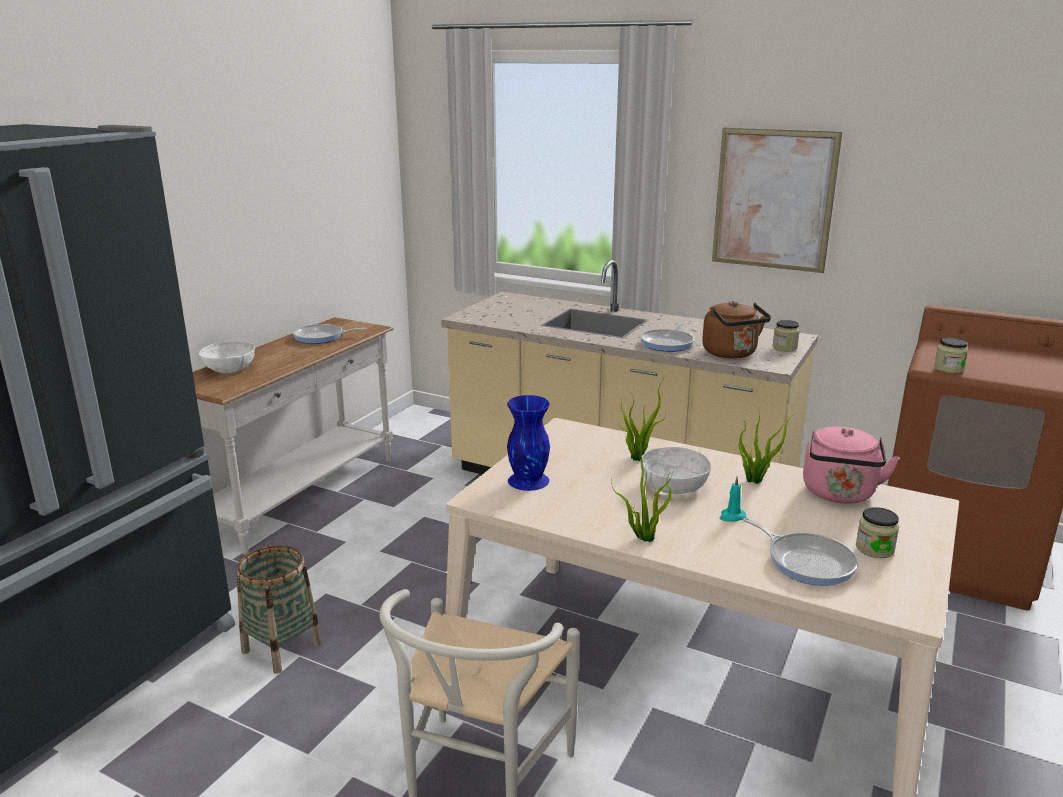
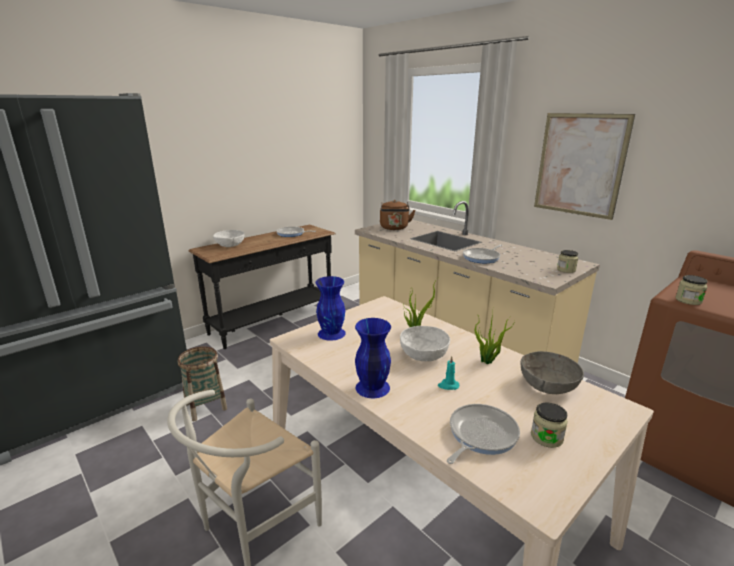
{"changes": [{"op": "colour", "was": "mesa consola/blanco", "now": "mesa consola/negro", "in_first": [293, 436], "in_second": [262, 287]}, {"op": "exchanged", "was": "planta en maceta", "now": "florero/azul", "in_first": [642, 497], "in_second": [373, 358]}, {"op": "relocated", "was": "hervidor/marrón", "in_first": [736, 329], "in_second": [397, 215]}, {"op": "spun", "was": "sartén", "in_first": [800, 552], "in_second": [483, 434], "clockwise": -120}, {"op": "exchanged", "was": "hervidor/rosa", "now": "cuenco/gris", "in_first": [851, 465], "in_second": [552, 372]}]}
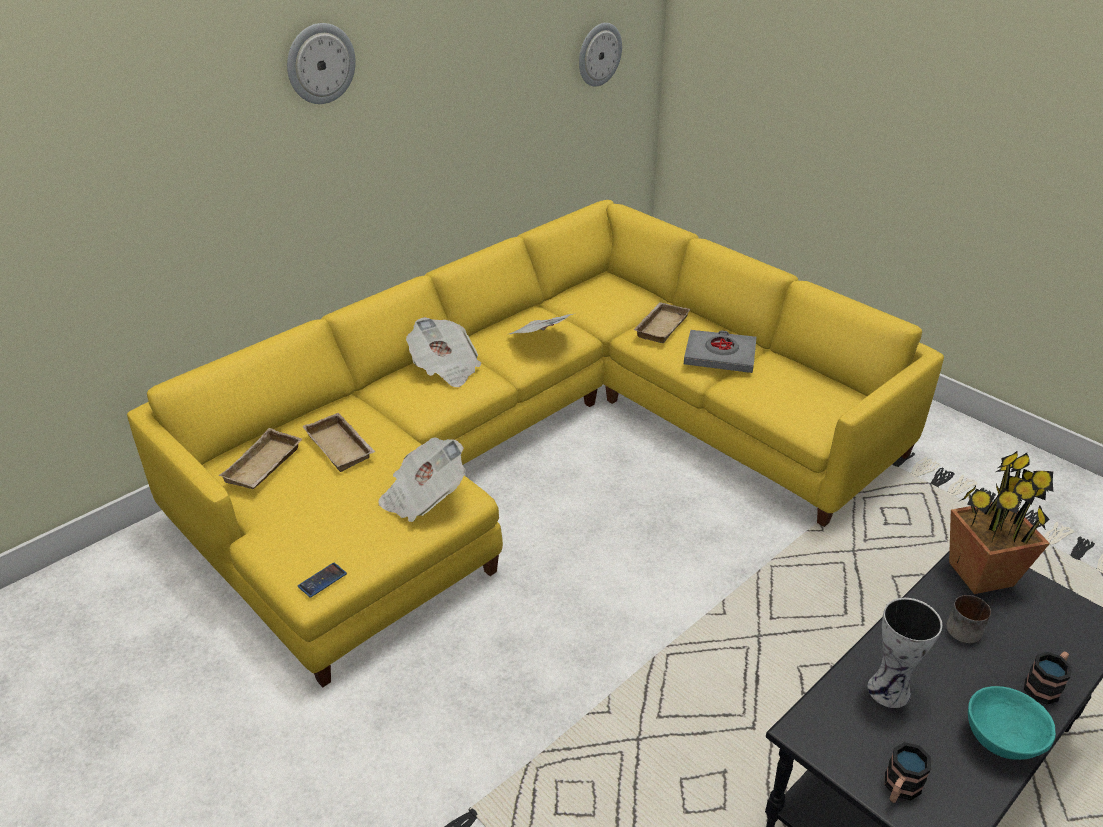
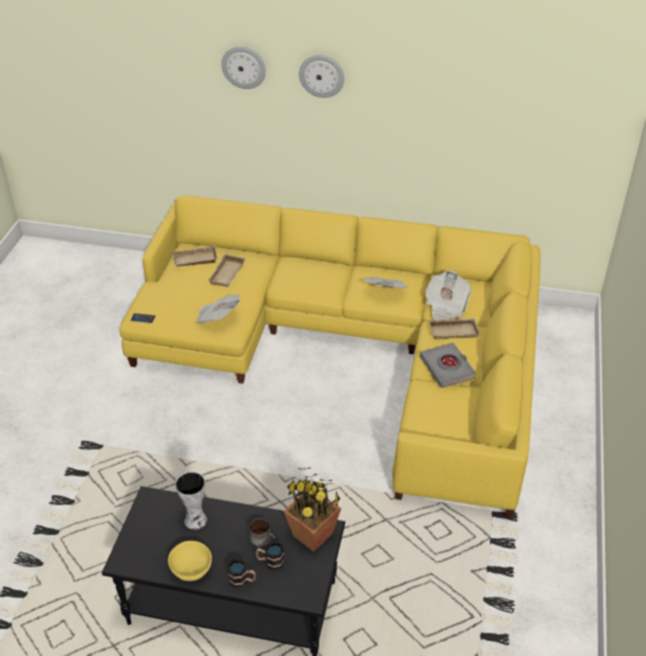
{"changes": [{"op": "colour", "was": "cuenco/turquesa", "now": "cuenco/amarillo", "in_first": [1012, 723], "in_second": [190, 561]}, {"op": "relocated", "was": "reloj de pared", "in_first": [600, 55], "in_second": [243, 68]}, {"op": "relocated", "was": "taza grande", "in_first": [908, 772], "in_second": [270, 555]}, {"op": "relocated", "was": "periódico", "in_first": [443, 352], "in_second": [448, 295]}]}
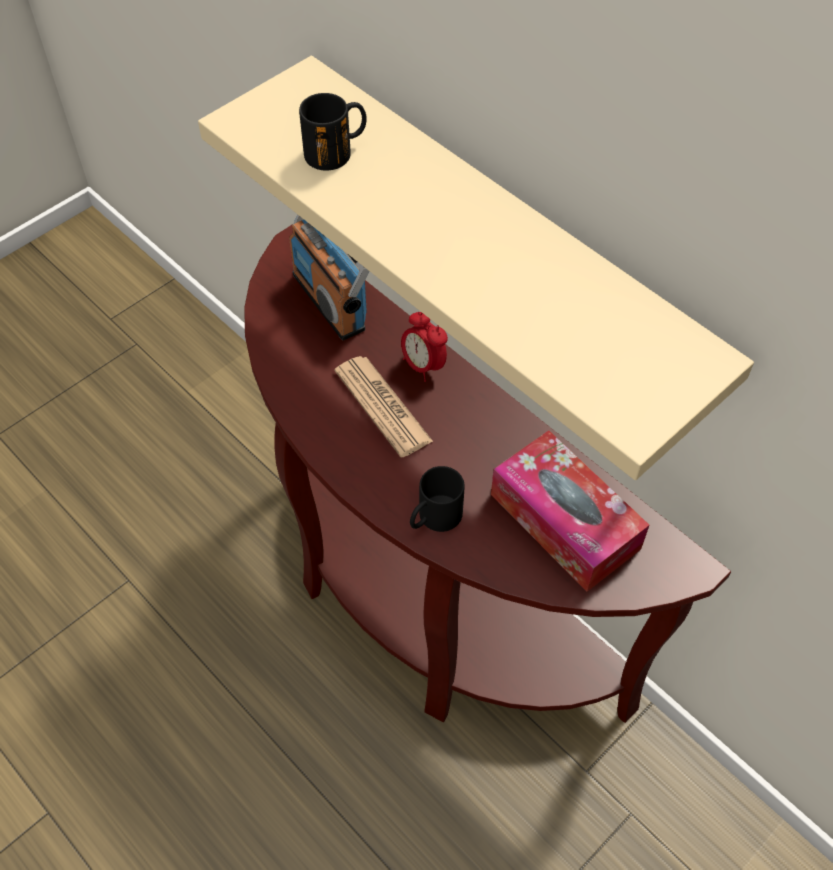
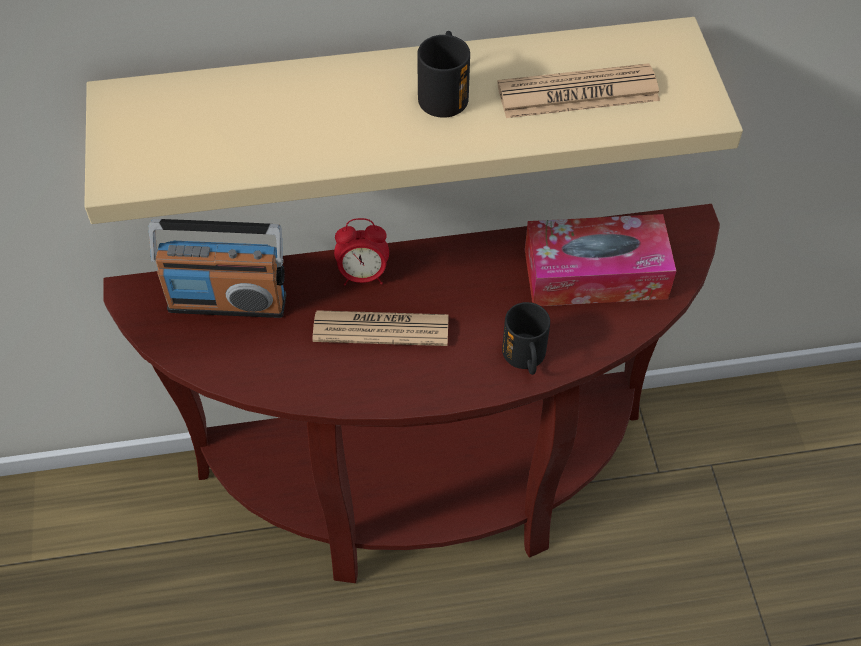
{"changes": [{"op": "relocated", "was": "taza grande/negro", "in_first": [333, 132], "in_second": [443, 74]}, {"op": "appeared", "now": "periódico", "in_second": [578, 90]}]}
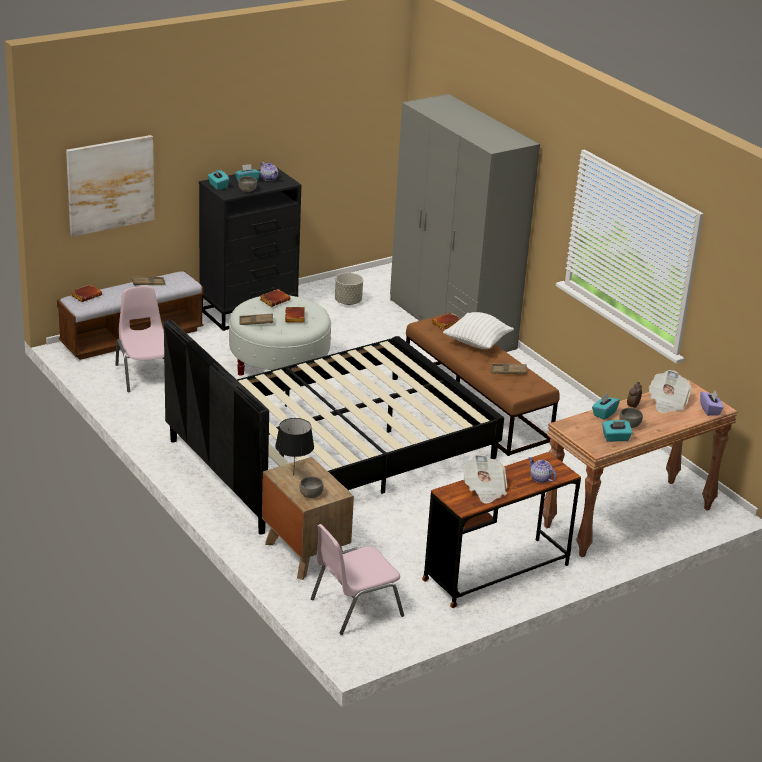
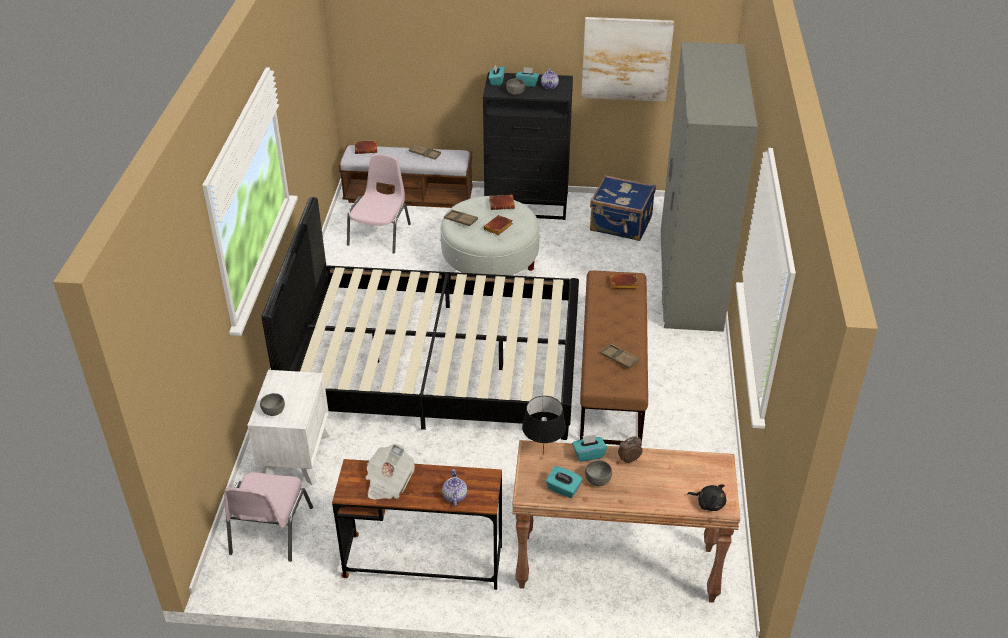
{"changes": [{"op": "spun", "was": "silla/rosa", "in_first": [357, 579], "in_second": [268, 517], "clockwise": -90}, {"op": "colour", "was": "mesita de noche/marrón", "now": "mesita de noche/blanco", "in_first": [308, 518], "in_second": [289, 428]}, {"op": "relocated", "was": "lámpara de mesa/negro", "in_first": [294, 440], "in_second": [544, 424]}, {"op": "relocated", "was": "cuadro", "in_first": [110, 186], "in_second": [627, 59]}, {"op": "exchanged", "was": "maceta/gris", "now": "maleta/azul", "in_first": [349, 289], "in_second": [623, 208]}, {"op": "exchanged", "was": "caja de pañuelos/morado", "now": "peluche/negro", "in_first": [712, 403], "in_second": [706, 498]}, {"op": "missing", "was": "cojín/blanco", "in_first": [478, 330]}, {"op": "missing", "was": "periódico", "in_first": [670, 391]}]}
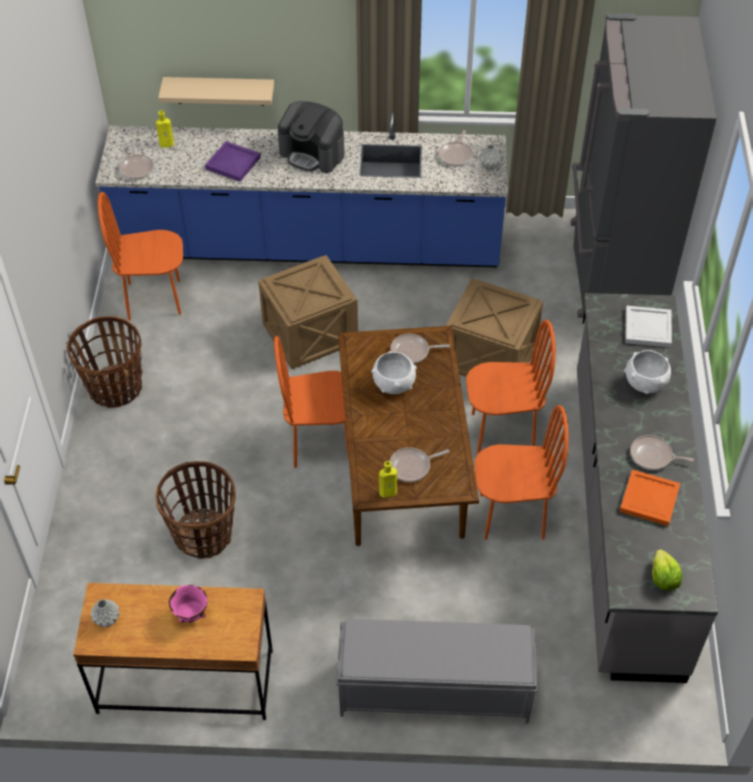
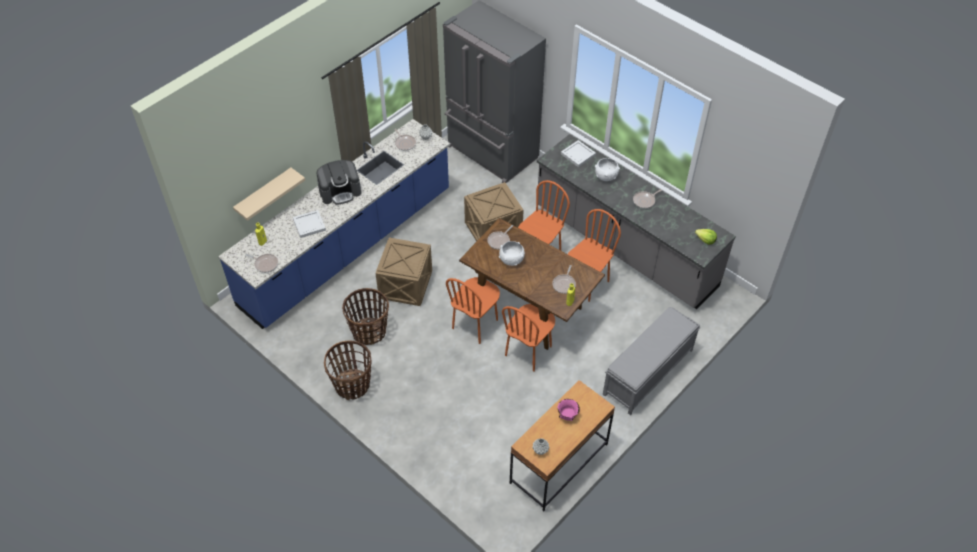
{"changes": [{"op": "colour", "was": "bandeja/morado", "now": "bandeja/blanco", "in_first": [233, 161], "in_second": [309, 224]}, {"op": "relocated", "was": "cesta", "in_first": [196, 510], "in_second": [365, 316]}, {"op": "relocated", "was": "silla/naranja", "in_first": [140, 256], "in_second": [528, 338]}, {"op": "missing", "was": "bandeja/naranja", "in_first": [649, 497]}]}
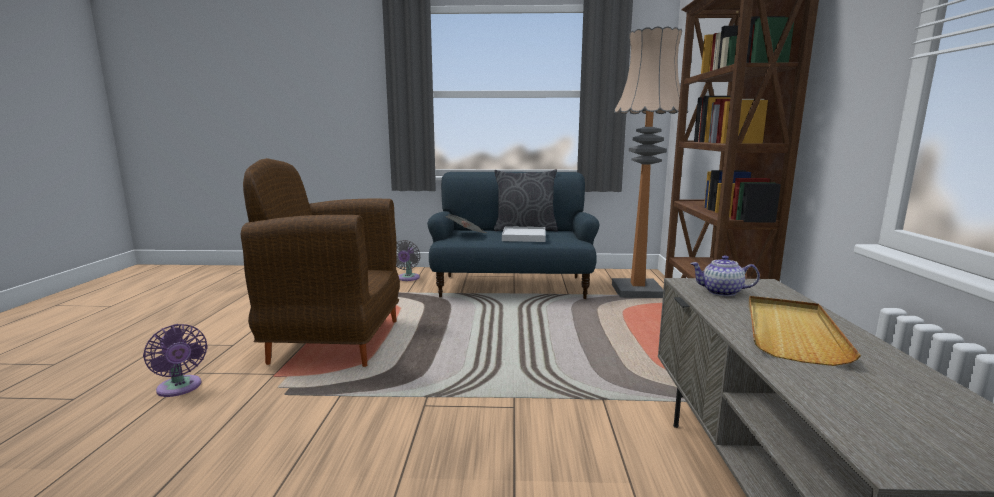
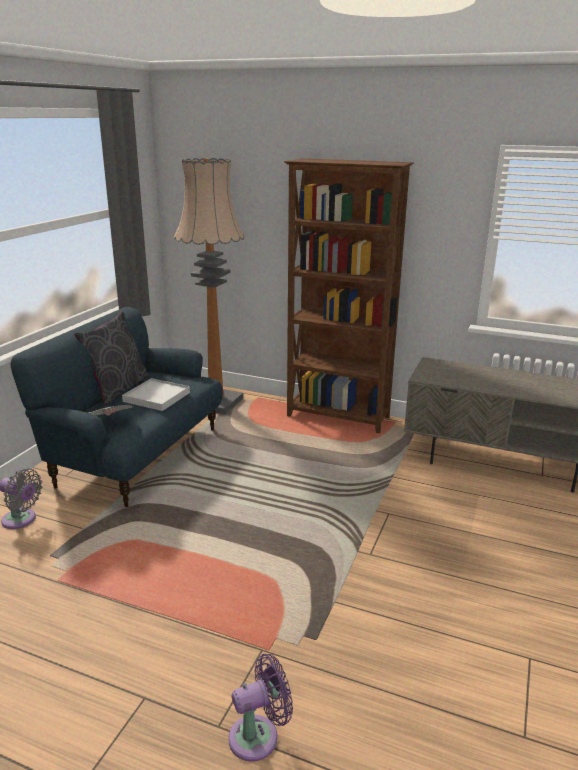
{"changes": [{"op": "missing", "was": "sillón/marrón", "in_first": [320, 262]}, {"op": "missing", "was": "tetera", "in_first": [725, 275]}, {"op": "missing", "was": "bandeja/beis", "in_first": [804, 331]}]}
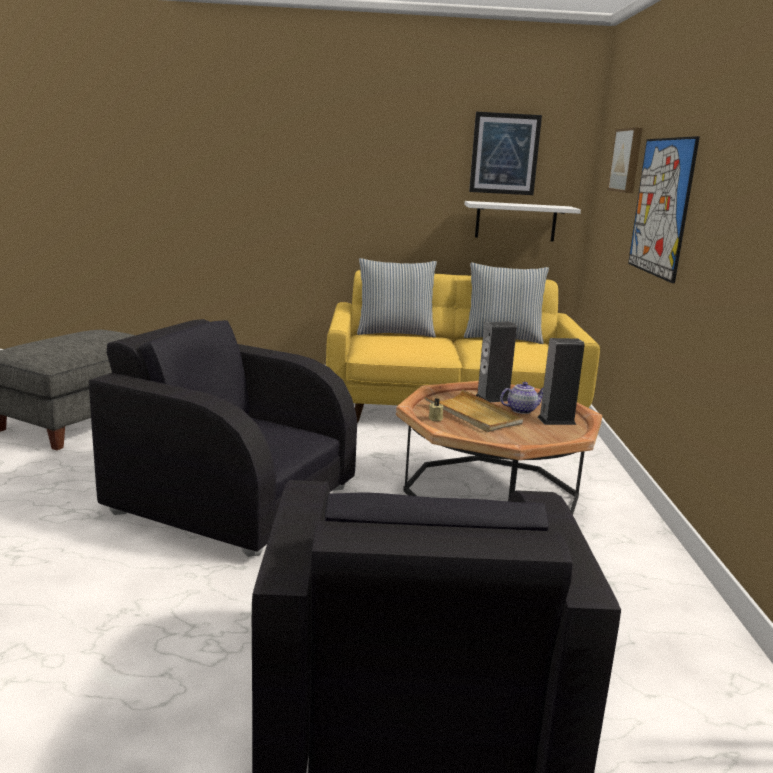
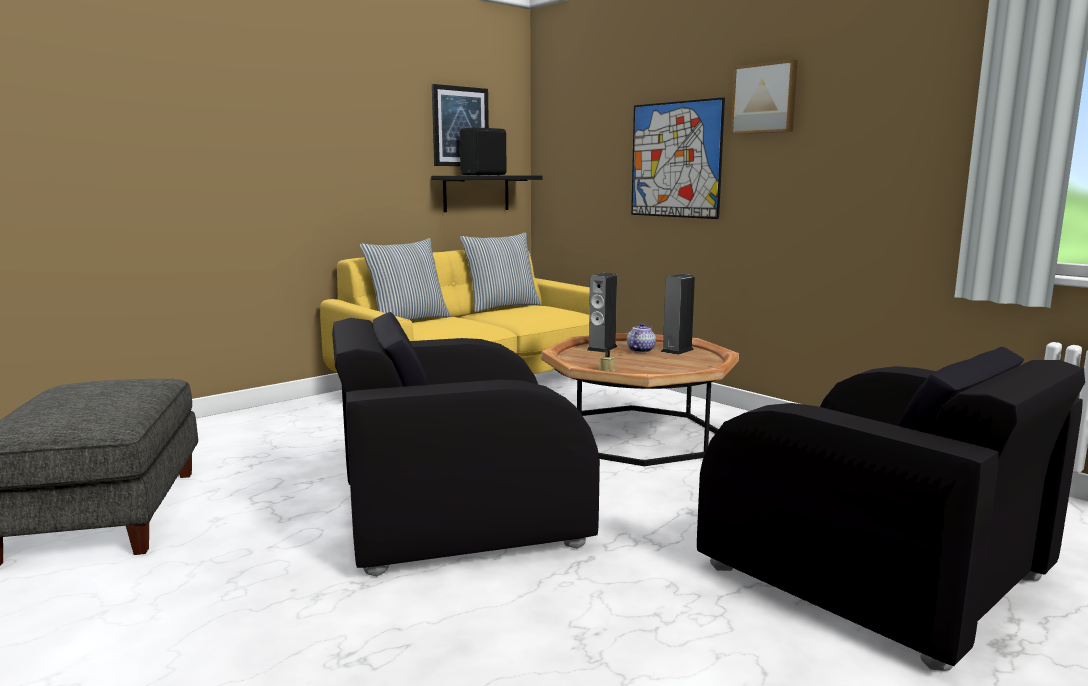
{"changes": [{"op": "colour", "was": "estante/blanco", "now": "estante/negro", "in_first": [522, 221], "in_second": [486, 193]}, {"op": "appeared", "now": "altavoz/negro", "in_second": [483, 151]}, {"op": "relocated", "was": "cuadro", "in_first": [625, 160], "in_second": [764, 96]}, {"op": "missing", "was": "bandeja/beis", "in_first": [473, 410]}]}
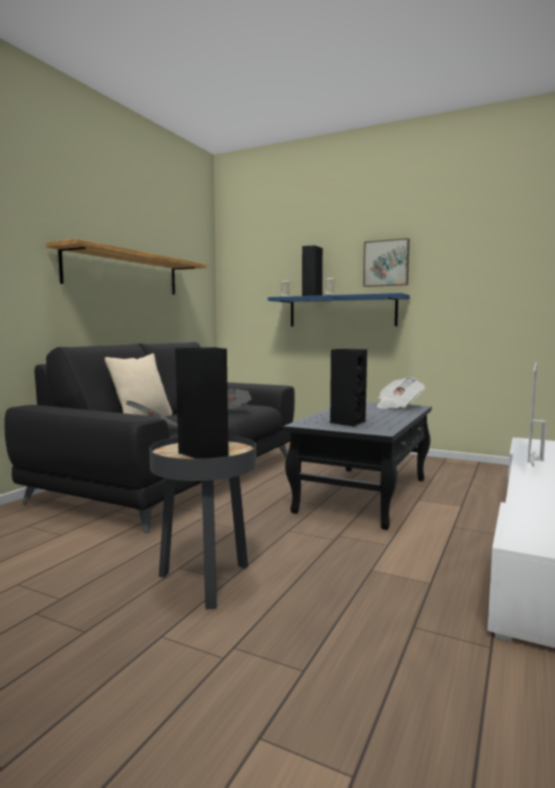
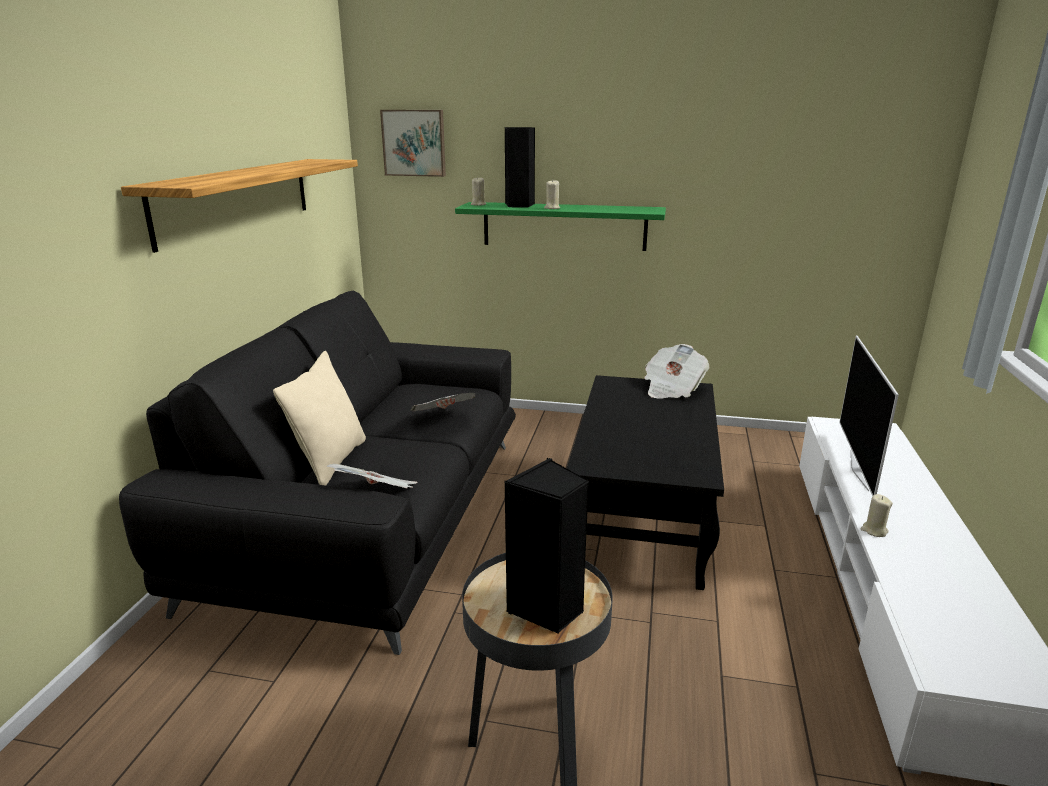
{"changes": [{"op": "relocated", "was": "cuadro", "in_first": [386, 262], "in_second": [413, 143]}, {"op": "colour", "was": "estante/azul", "now": "estante/verde", "in_first": [339, 309], "in_second": [560, 226]}, {"op": "appeared", "now": "vela/beis", "in_second": [877, 515]}, {"op": "missing", "was": "altavoz/negro", "in_first": [348, 388]}]}
